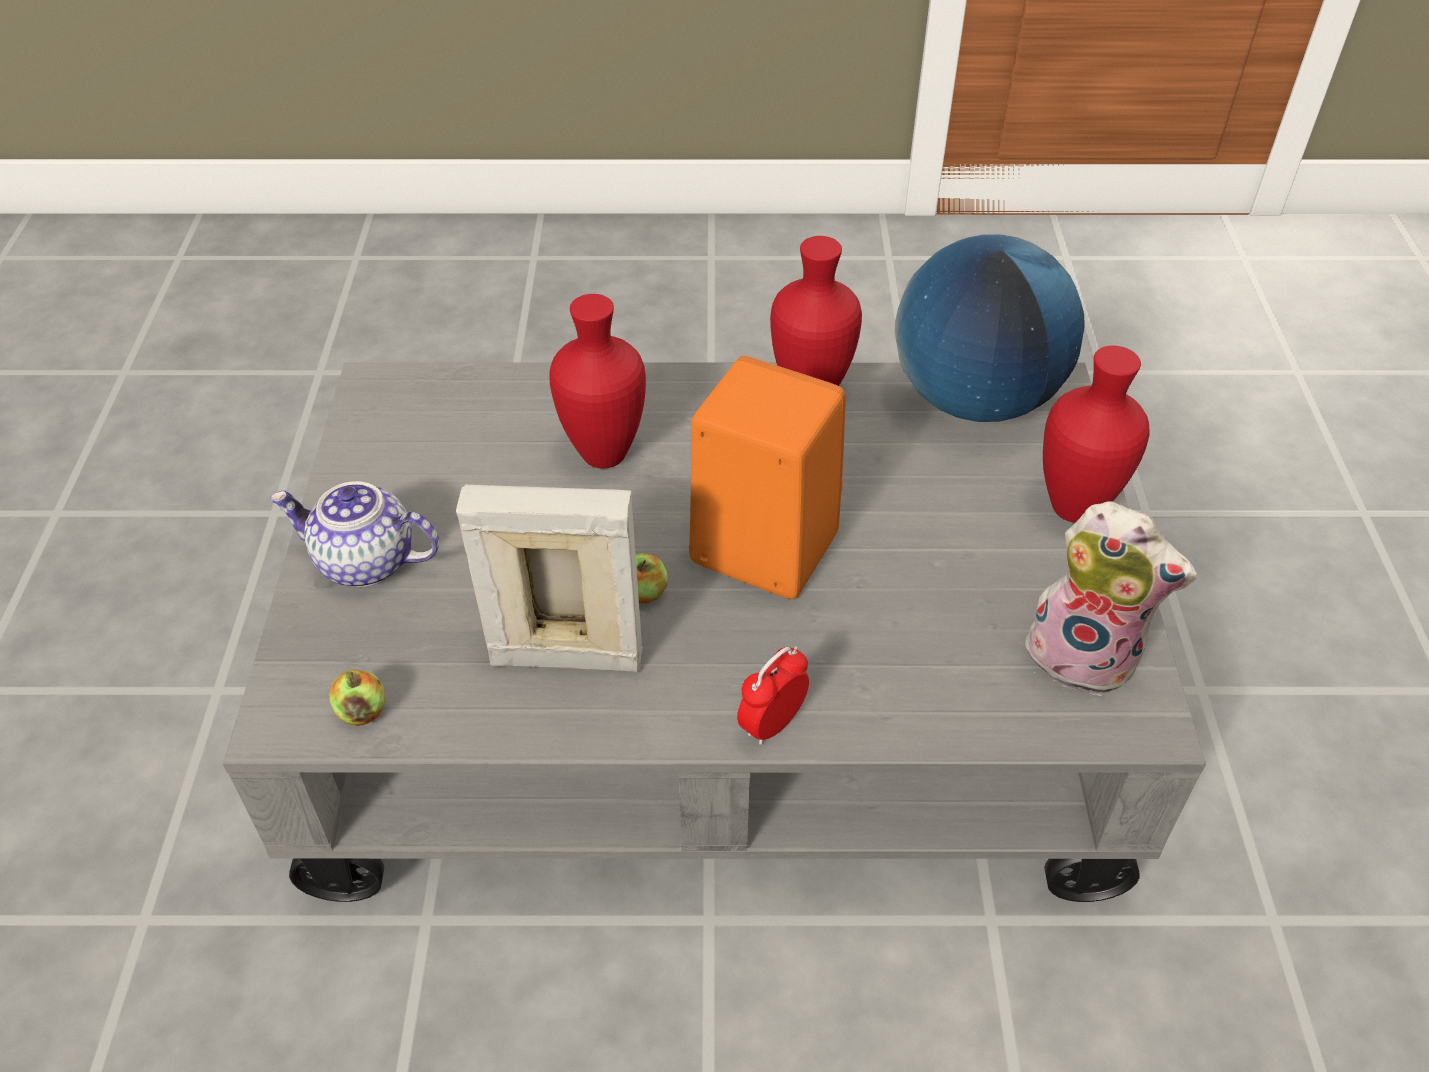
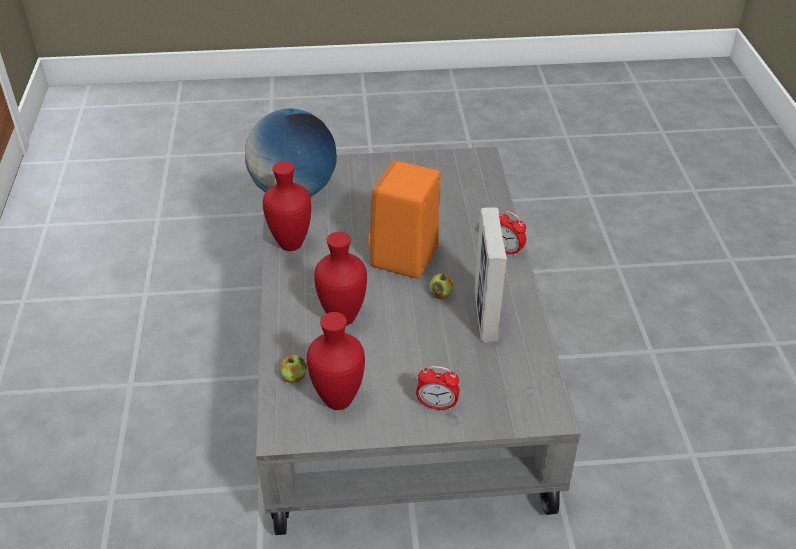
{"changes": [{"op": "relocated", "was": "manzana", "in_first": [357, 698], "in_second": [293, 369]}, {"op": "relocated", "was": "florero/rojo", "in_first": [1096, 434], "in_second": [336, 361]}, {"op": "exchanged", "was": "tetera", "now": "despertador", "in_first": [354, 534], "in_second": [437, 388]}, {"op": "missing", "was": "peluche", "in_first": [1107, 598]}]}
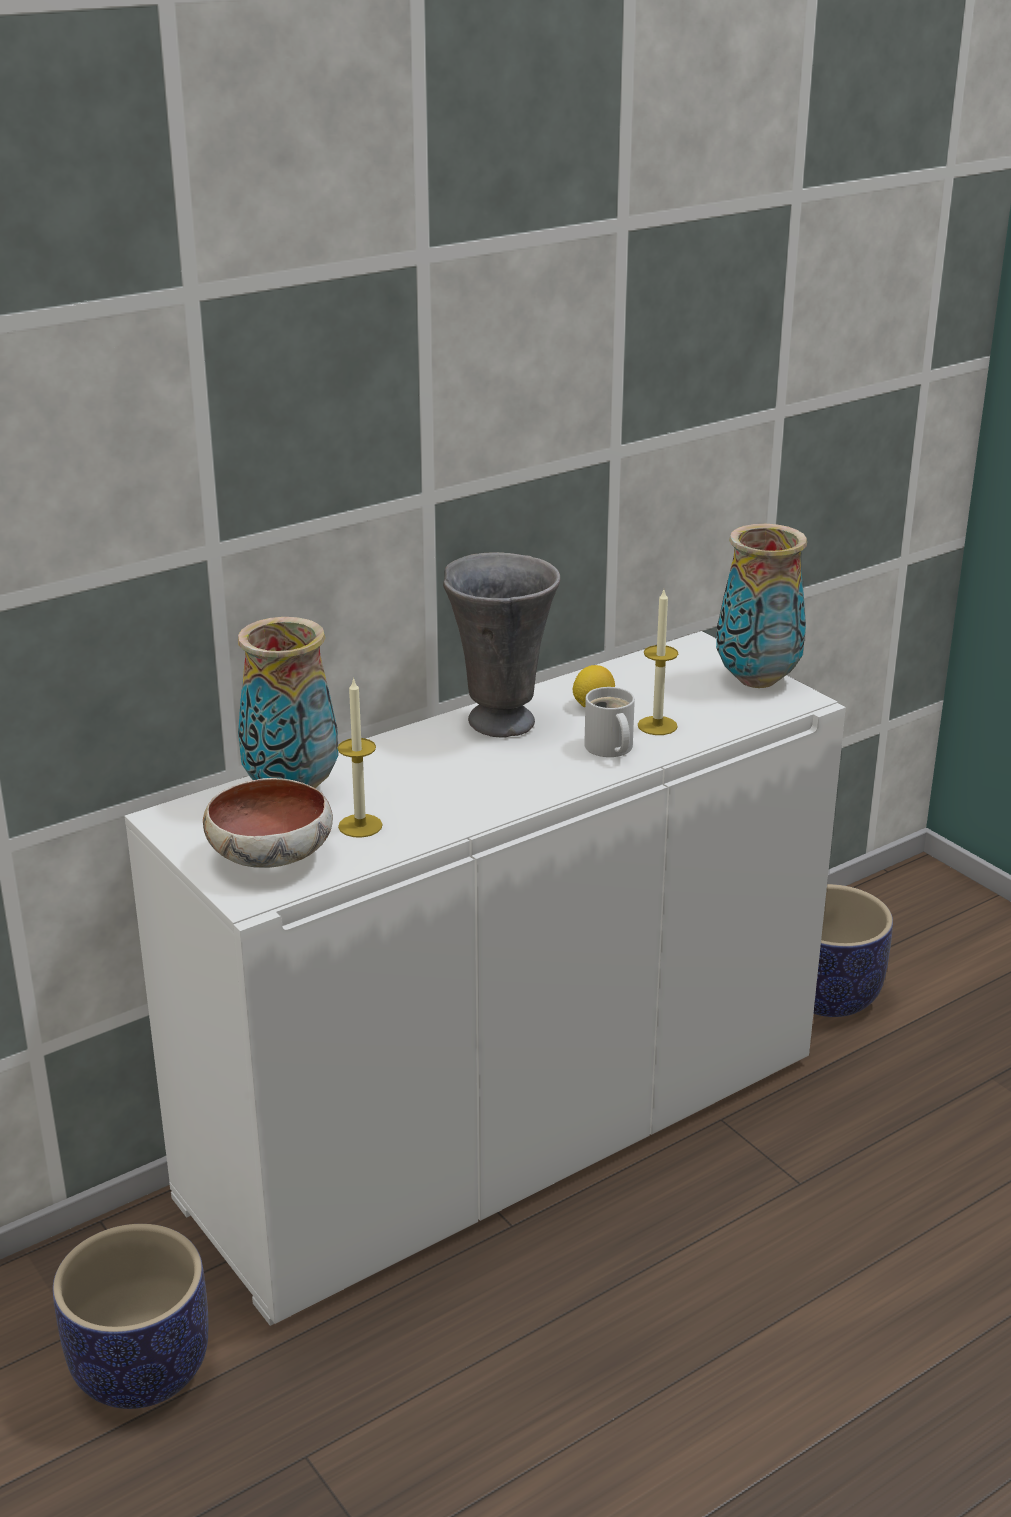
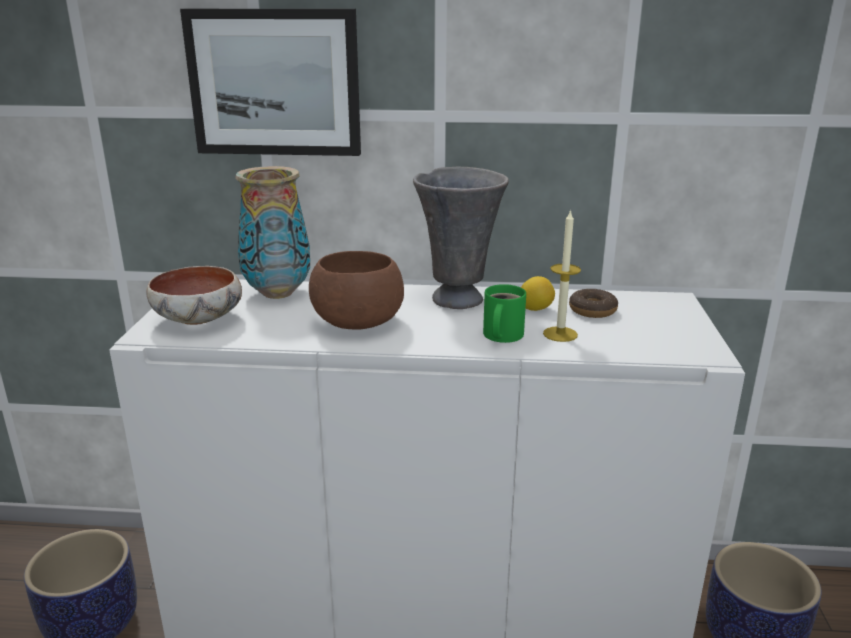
{"changes": [{"op": "appeared", "now": "cuadro", "in_second": [270, 82]}, {"op": "appeared", "now": "cuenco/marrón", "in_second": [356, 290]}, {"op": "colour", "was": "taza grande/blanco", "now": "taza grande/verde", "in_first": [609, 722], "in_second": [504, 313]}, {"op": "appeared", "now": "rosquilla", "in_second": [593, 303]}, {"op": "missing", "was": "vela", "in_first": [360, 757]}, {"op": "missing", "was": "florero", "in_first": [761, 606]}]}
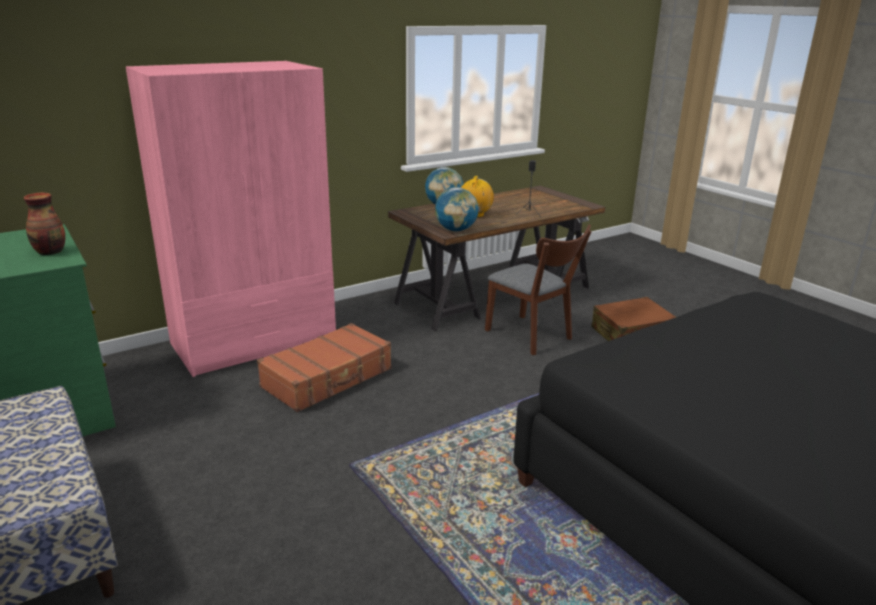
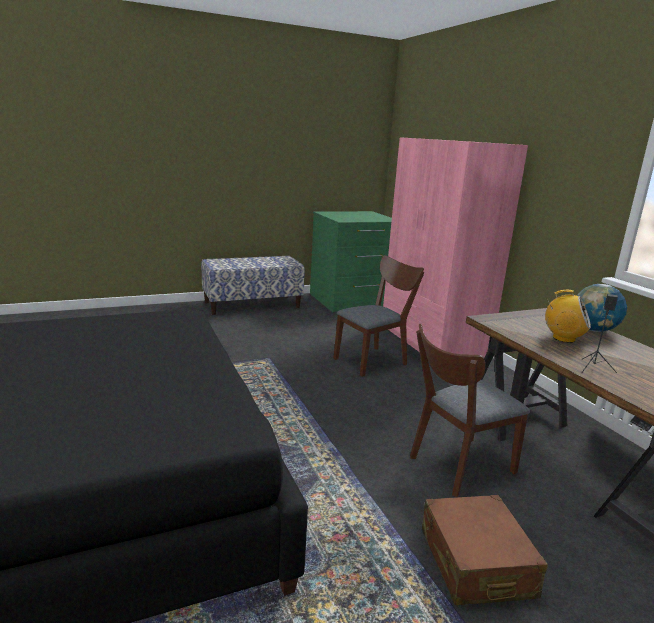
{"changes": [{"op": "exchanged", "was": "maleta/marrón", "now": "silla/marrón", "in_first": [324, 367], "in_second": [378, 316]}, {"op": "missing", "was": "florero", "in_first": [44, 224]}, {"op": "missing", "was": "globo terráqueo", "in_first": [456, 209]}]}
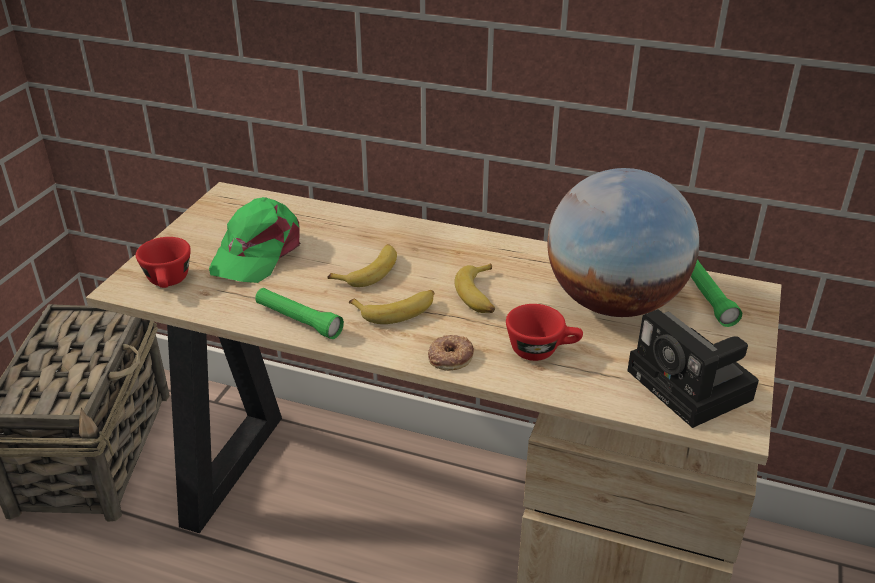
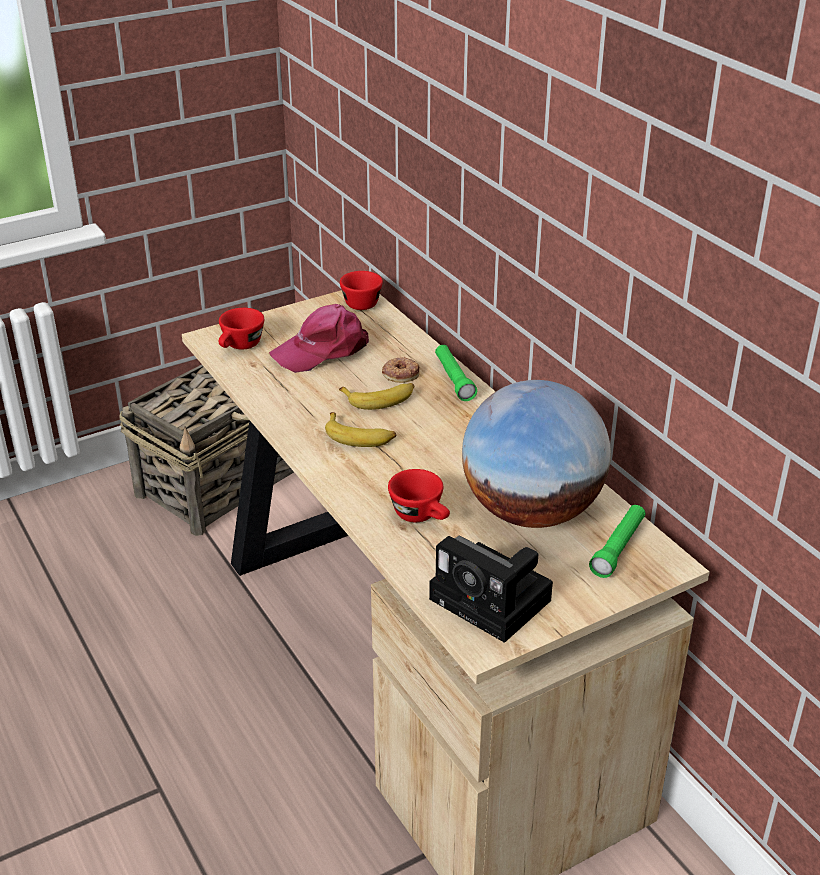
{"changes": [{"op": "colour", "was": "gorra/verde", "now": "gorra/rosa", "in_first": [254, 240], "in_second": [319, 338]}, {"op": "appeared", "now": "taza/rojo", "in_second": [361, 290]}, {"op": "relocated", "was": "rosquilla", "in_first": [451, 353], "in_second": [401, 370]}, {"op": "spun", "was": "cámara", "in_first": [693, 368], "in_second": [491, 589], "clockwise": -60}, {"op": "relocated", "was": "linterna/verde", "in_first": [299, 313], "in_second": [456, 373]}, {"op": "missing", "was": "plátano", "in_first": [475, 288]}]}
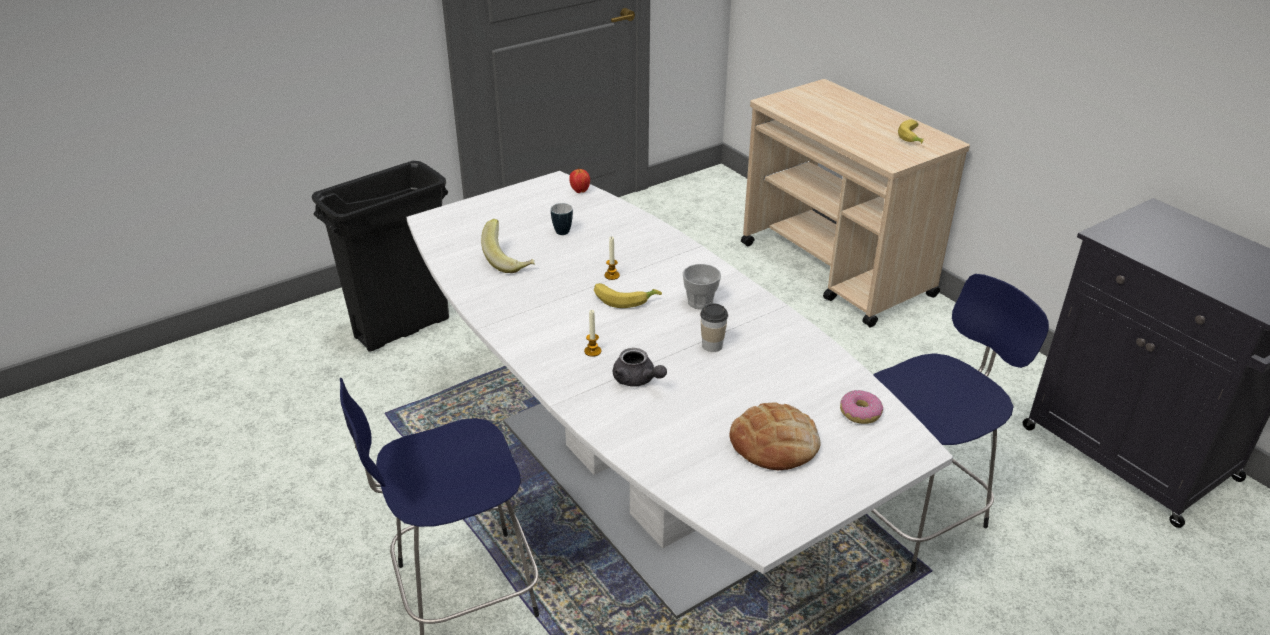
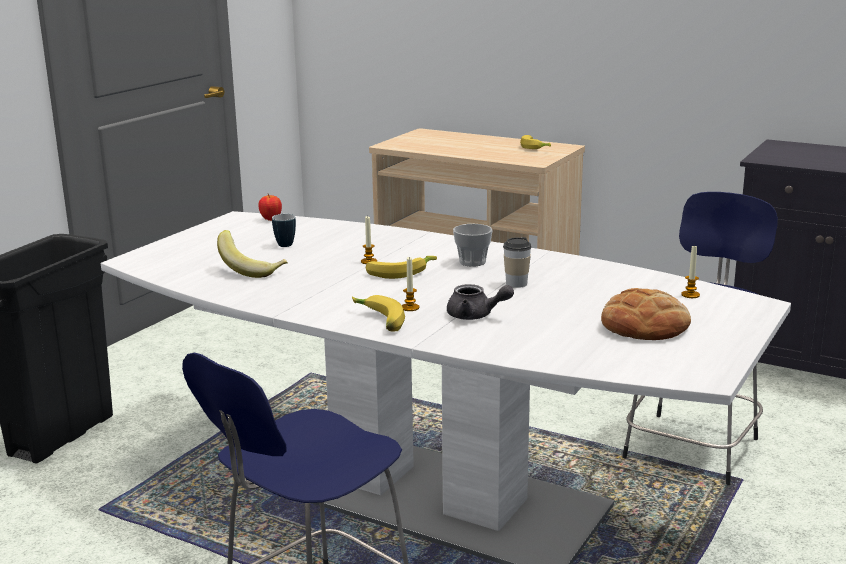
{"changes": [{"op": "appeared", "now": "plátano", "in_second": [378, 313]}, {"op": "exchanged", "was": "rosquilla", "now": "vela", "in_first": [861, 407], "in_second": [690, 271]}]}
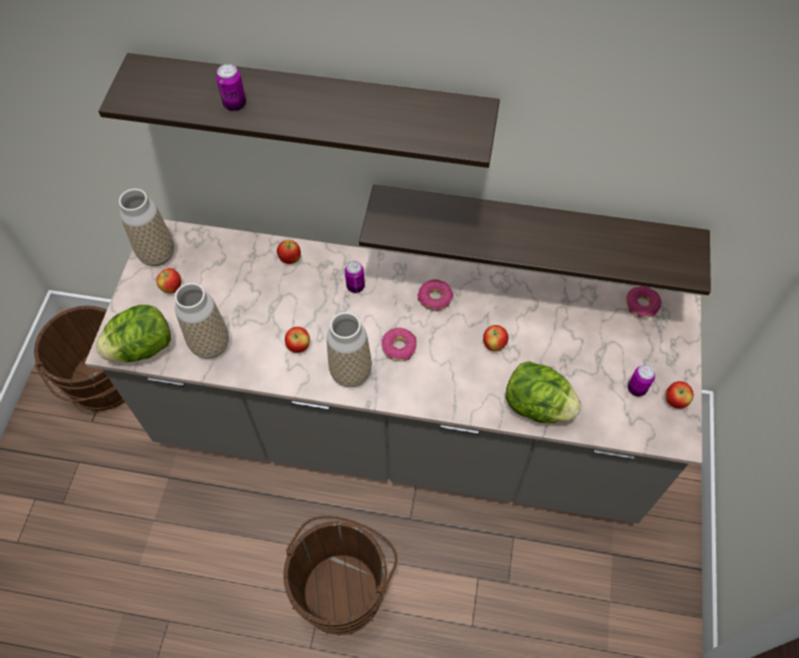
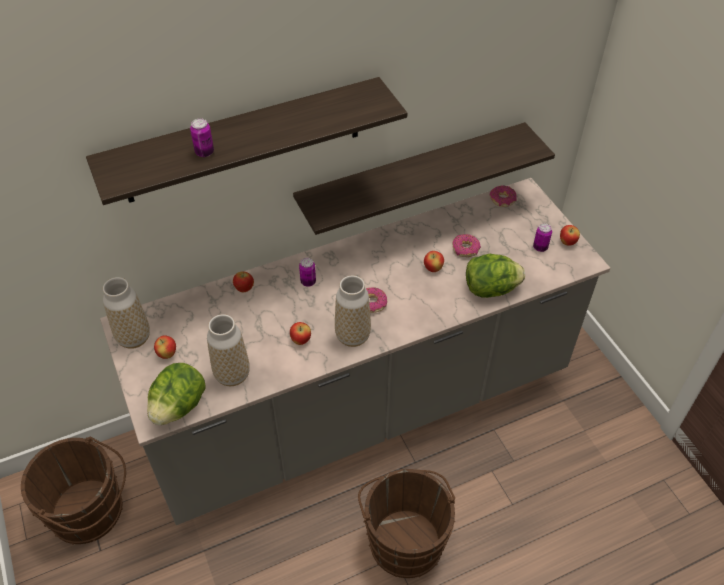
{"changes": [{"op": "relocated", "was": "rosquilla", "in_first": [435, 295], "in_second": [466, 245]}]}
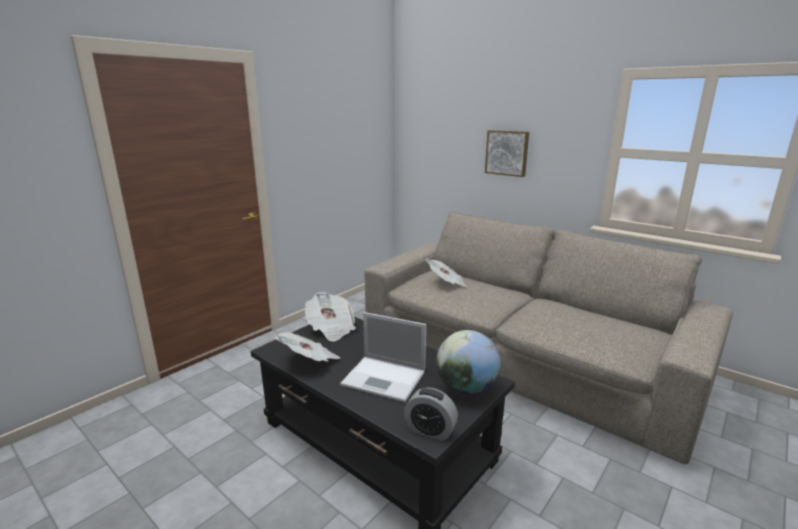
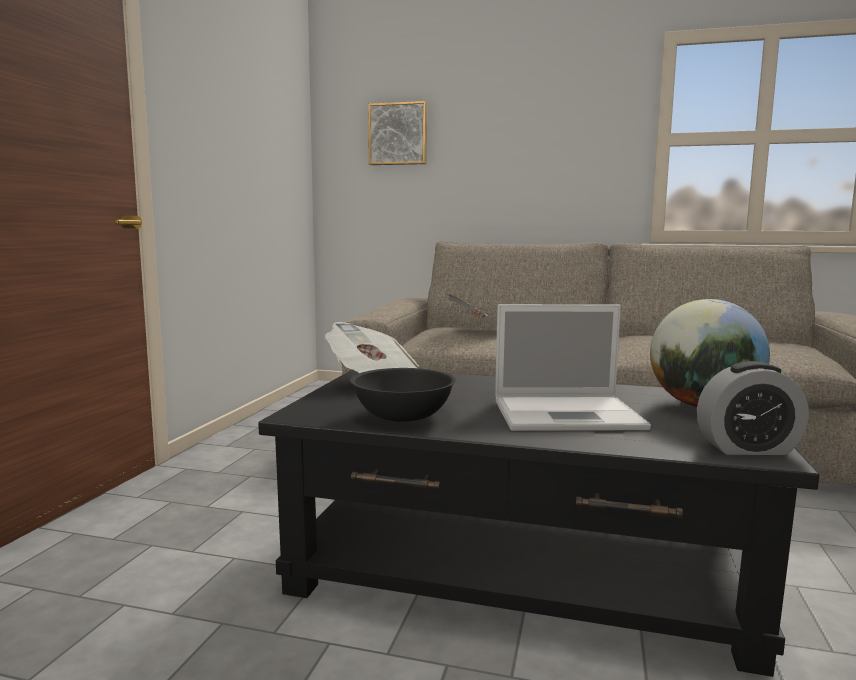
{"changes": [{"op": "exchanged", "was": "periódico", "now": "cuenco/negro", "in_first": [308, 347], "in_second": [403, 395]}, {"op": "relocated", "was": "cuadro", "in_first": [507, 153], "in_second": [397, 133]}]}
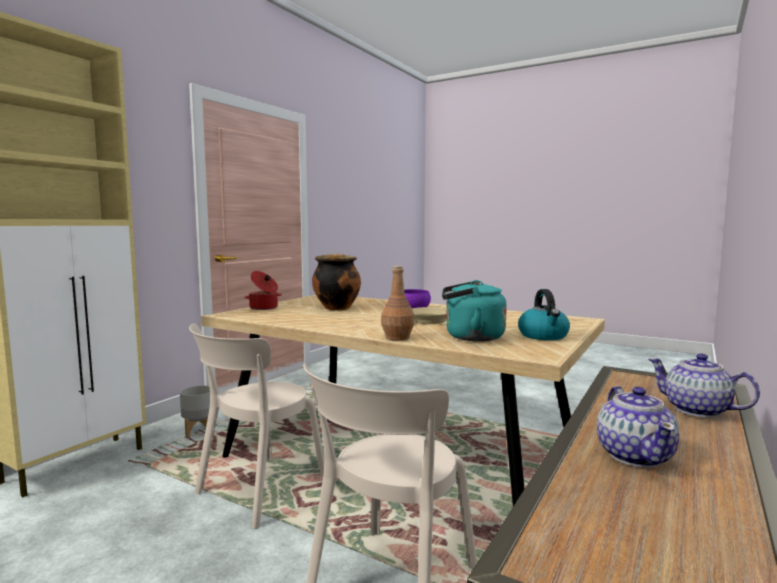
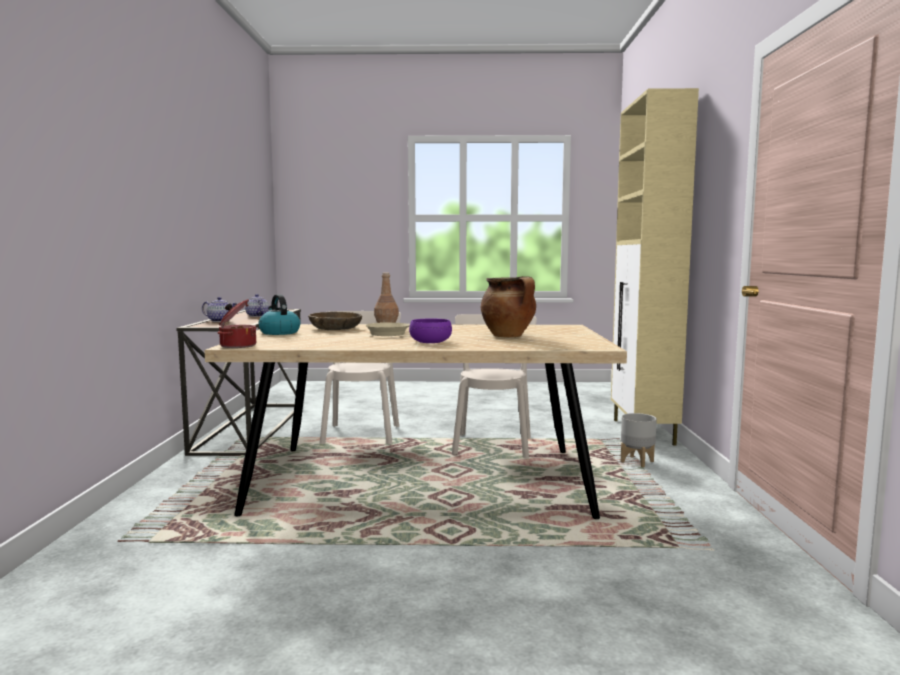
{"changes": [{"op": "relocated", "was": "olla", "in_first": [263, 290], "in_second": [236, 323]}, {"op": "exchanged", "was": "hervidor/turquesa", "now": "cuenco/marrón", "in_first": [474, 311], "in_second": [335, 321]}]}
